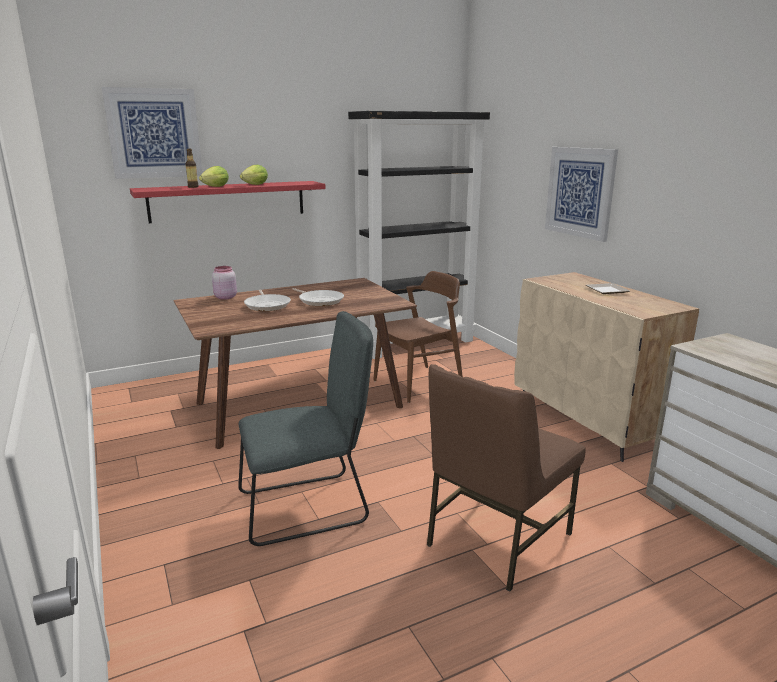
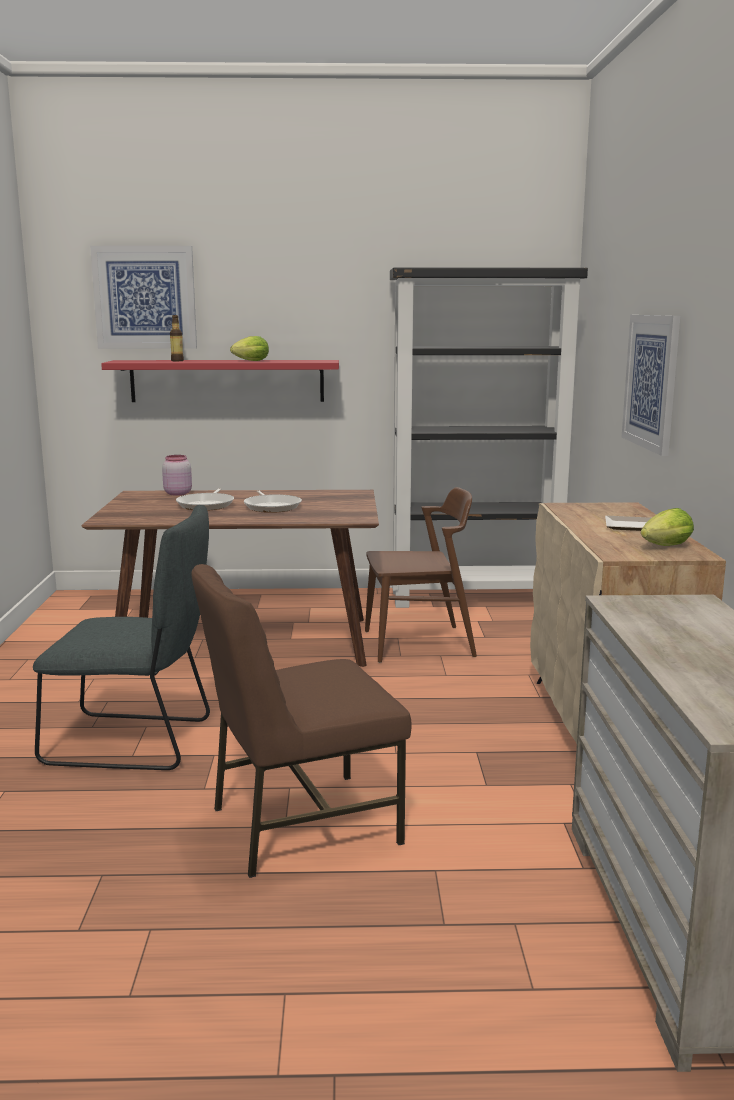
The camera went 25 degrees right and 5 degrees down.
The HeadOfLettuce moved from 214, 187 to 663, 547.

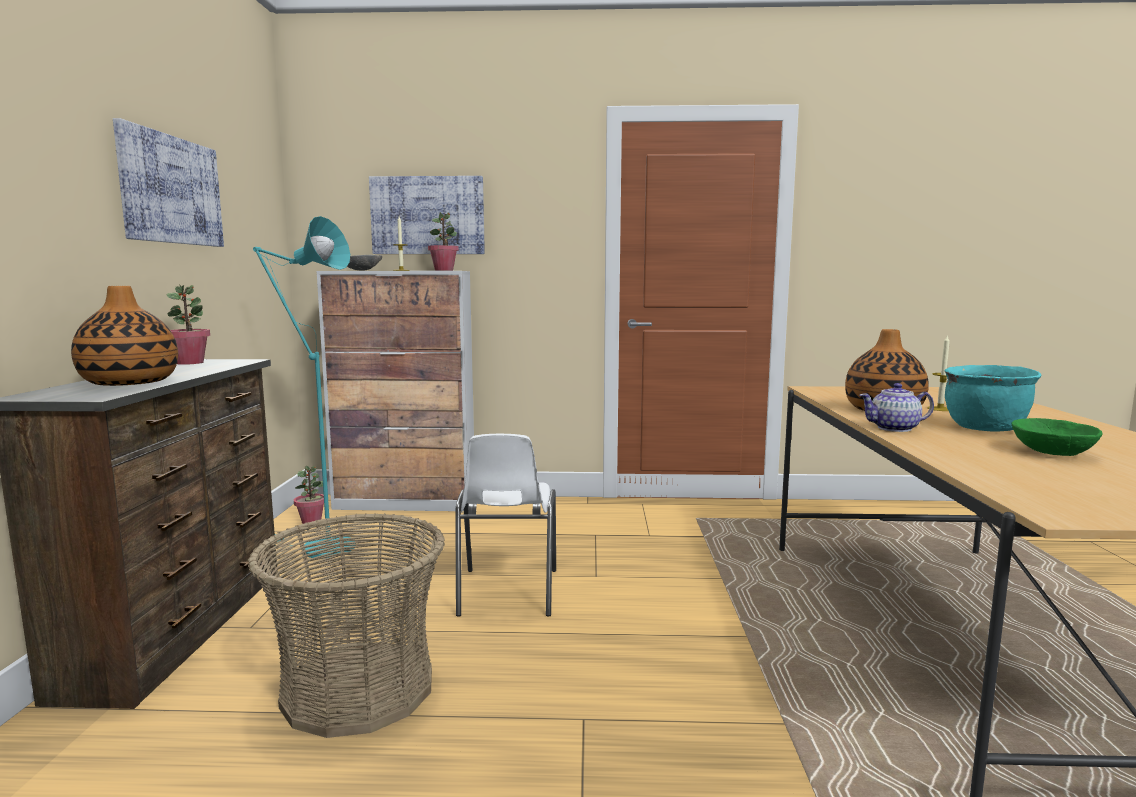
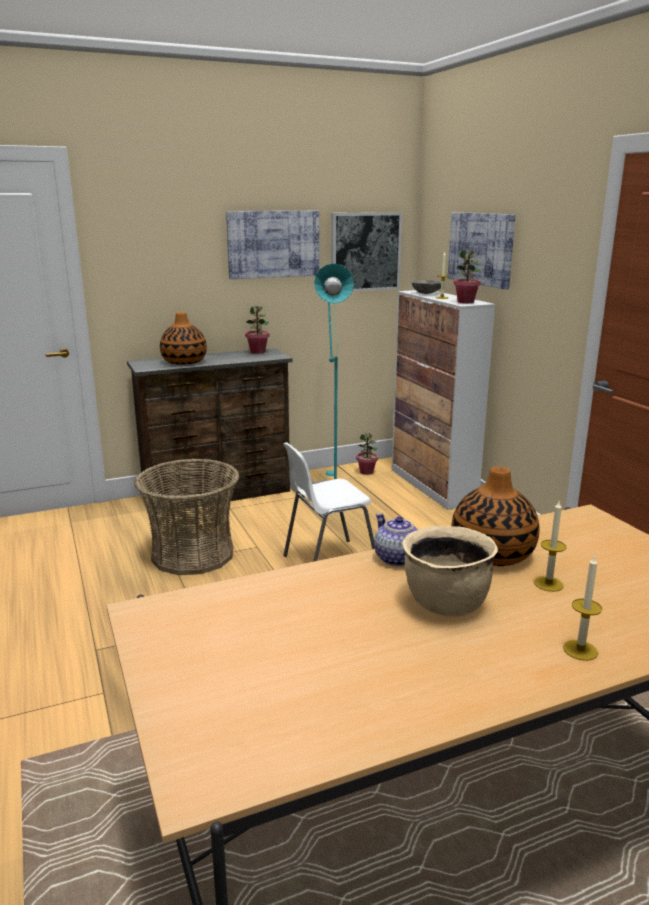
The camera went 65 degrees right and 10 degrees up.
The GreenishServingBowl at 1051, 452 disappeared.
The WallArt at 365, 252 appeared.
The Candle at 580, 650 appeared.
The TurquoiseStockpot at 985, 429 became the BeigeColouredStockpot at 445, 604.

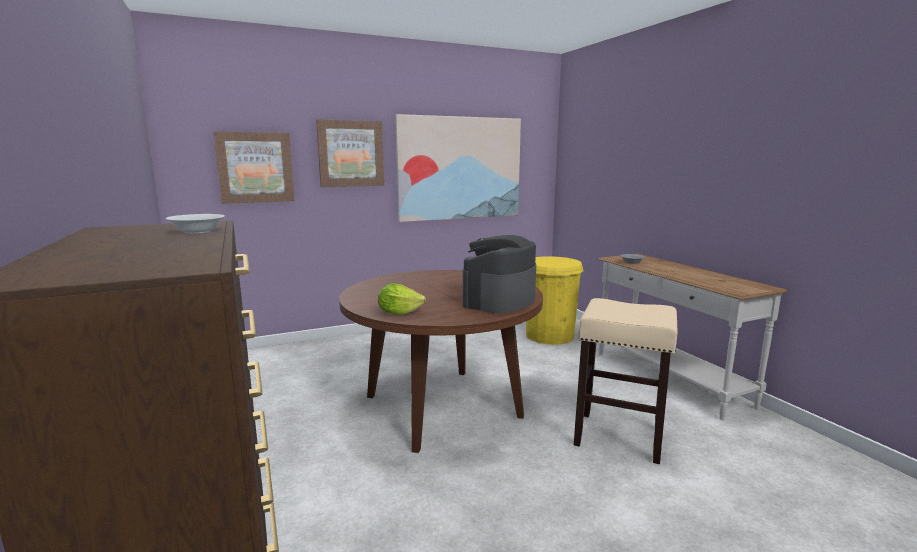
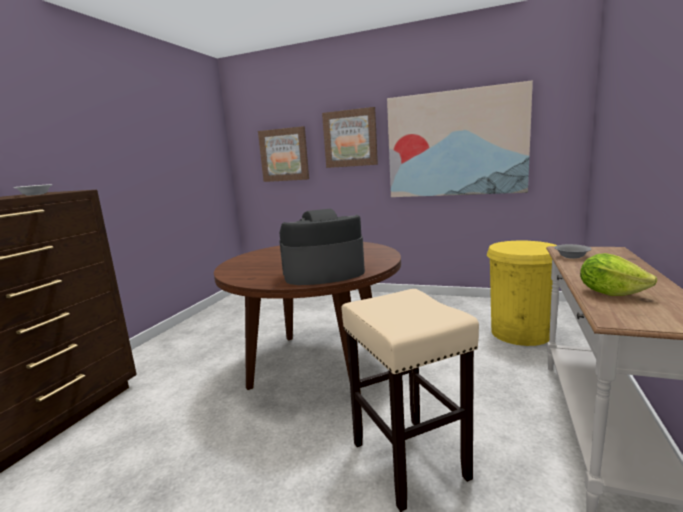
The camera went 45 degrees right and 0 degrees up.
The HeadOfLettuce moved from 399, 313 to 610, 293.

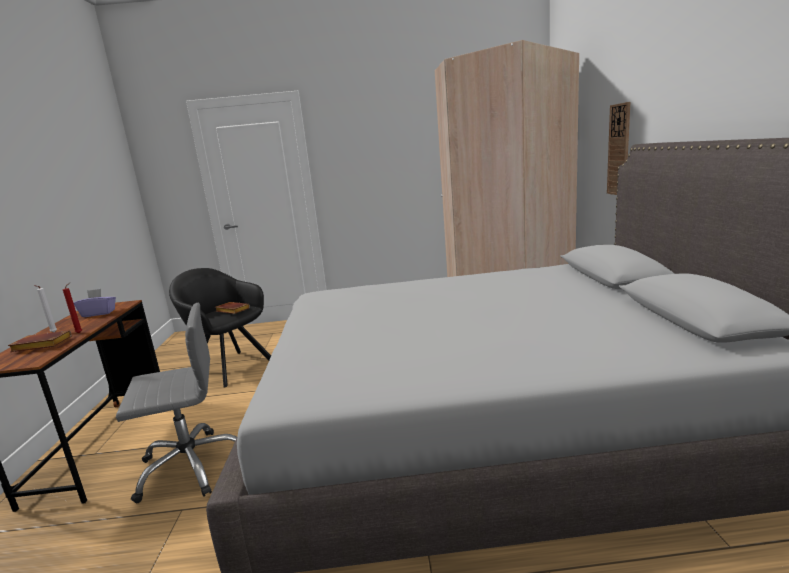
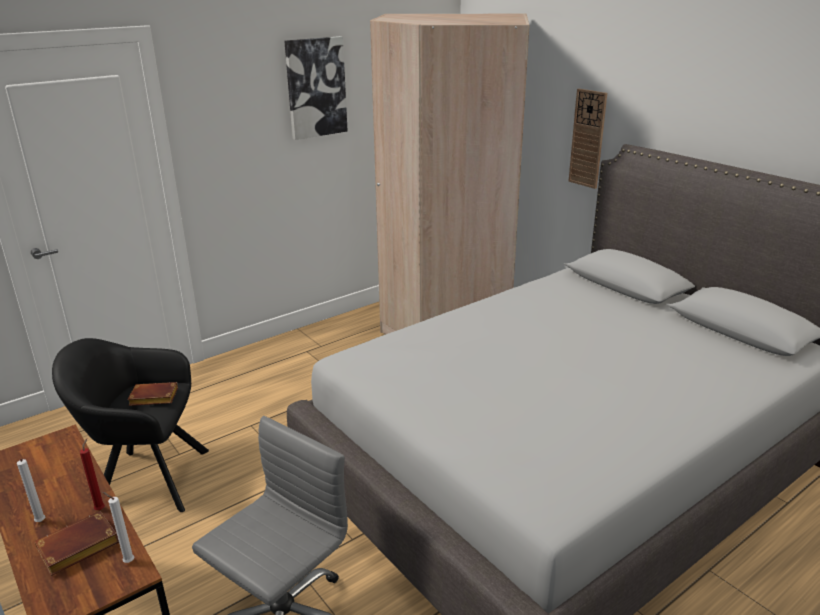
The camera went 35 degrees left and 10 degrees up.
The PurplishTissueBox at 99, 313 disappeared.
The WhiteColouredCandle at 127, 561 appeared.
The WallArt at 315, 87 appeared.

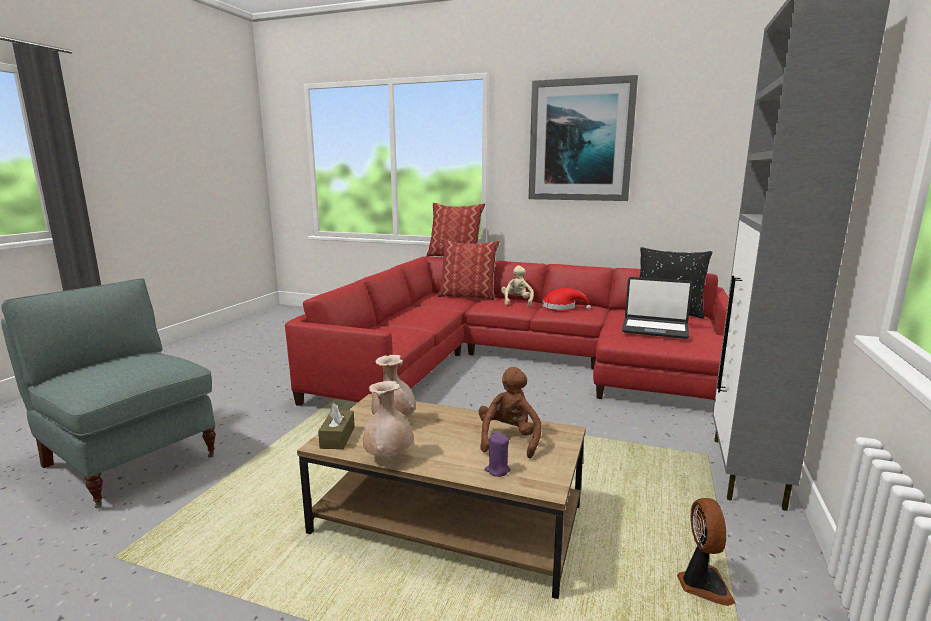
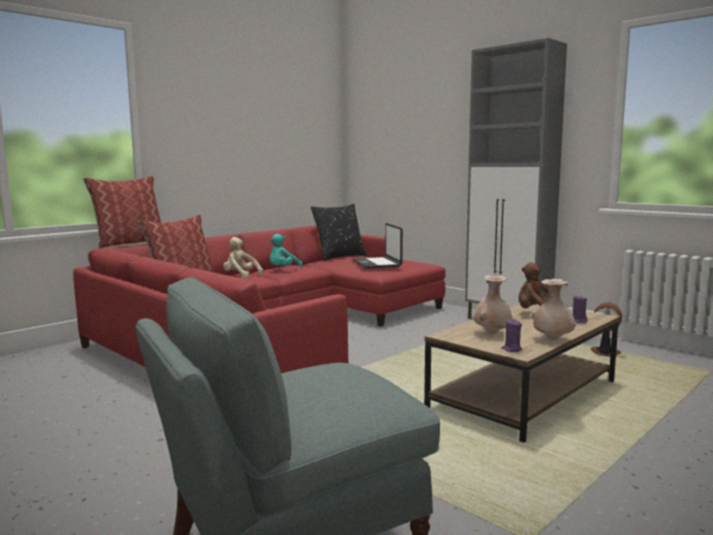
The camera went 65 degrees left and 5 degrees down.
The WallArt at 581, 141 disappeared.
The BrownishTissueBox at 337, 437 was replaced by the PurplishCandle at 511, 349.
The ReddishClothingHat at 562, 307 was replaced by the TurquoiseCuddlyToy at 283, 269.
The PortableComputer at 655, 329 turned 120 degrees clockwise.

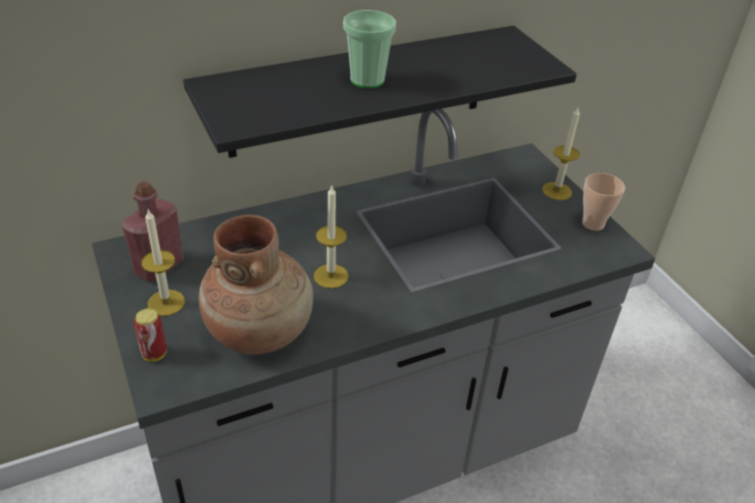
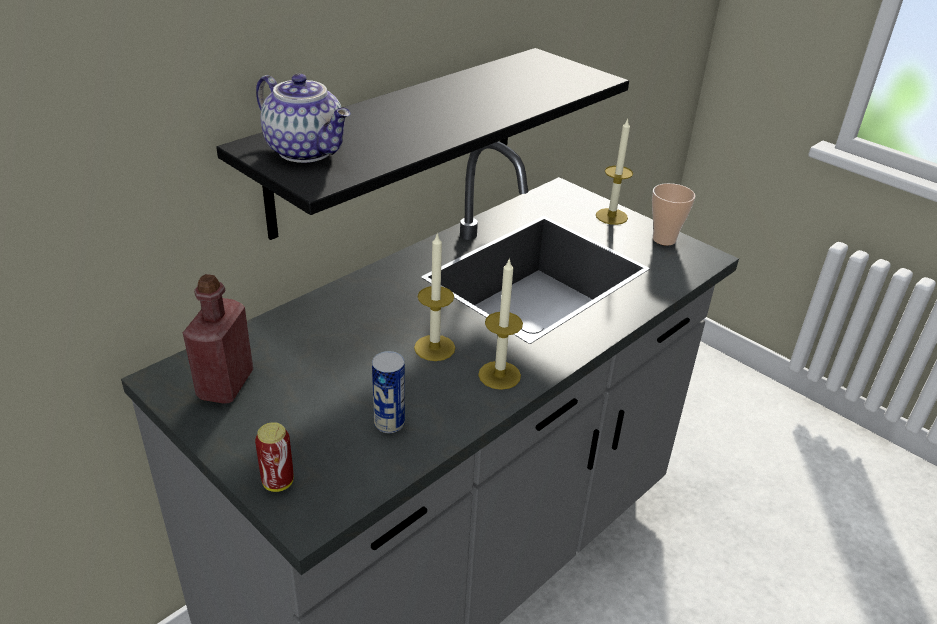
The camera went 20 degrees left and 5 degrees down.
The SmallCup at 367, 80 disappeared.
The PotForTea at 307, 151 appeared.
The Candle moved from 166, 302 to 499, 375.
The BrownishFlowerVase at 260, 330 was replaced by the SealedCan at 389, 423.

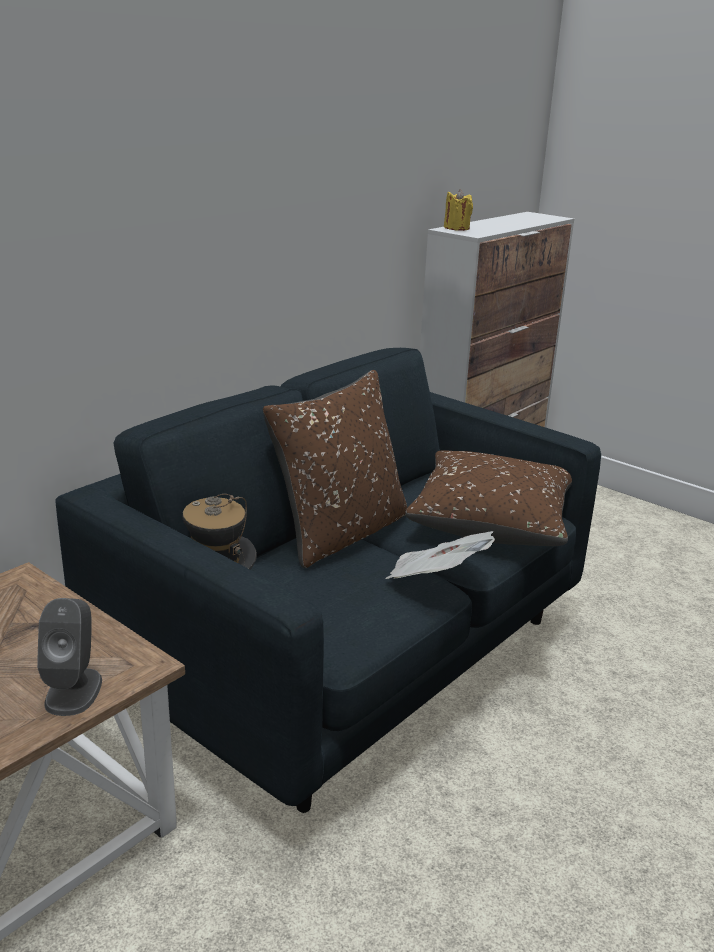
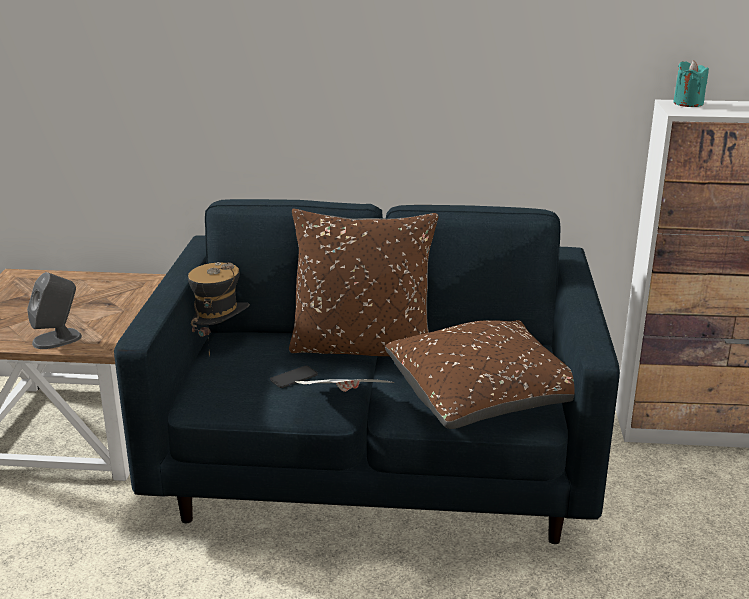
The camera went 55 degrees right and 0 degrees up.
The Telephone at 294, 377 appeared.
The YellowColouredCandle at 456, 228 became the TurquoiseCandle at 688, 103.

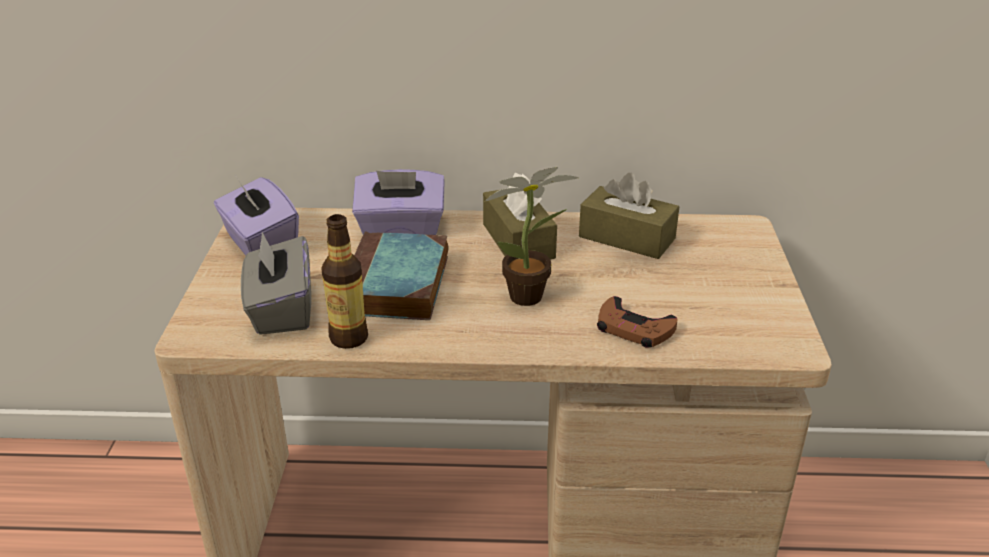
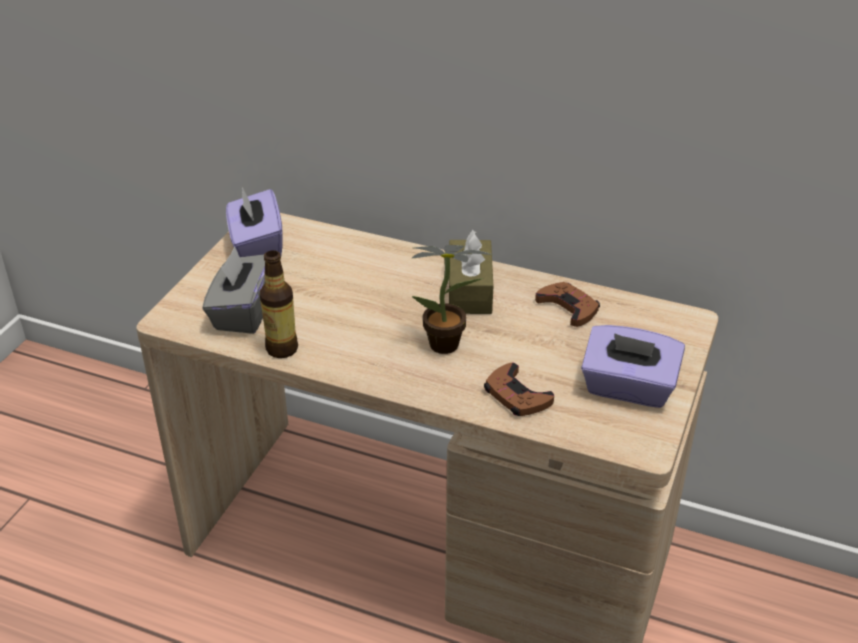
The camera went 20 degrees right and 5 degrees up.
The BoundBook at 397, 286 disappeared.
The PurplishTissueBox moved from 401, 229 to 628, 388.
The BrownishTissueBox at 627, 238 was replaced by the BrownishGamepad at 568, 307.

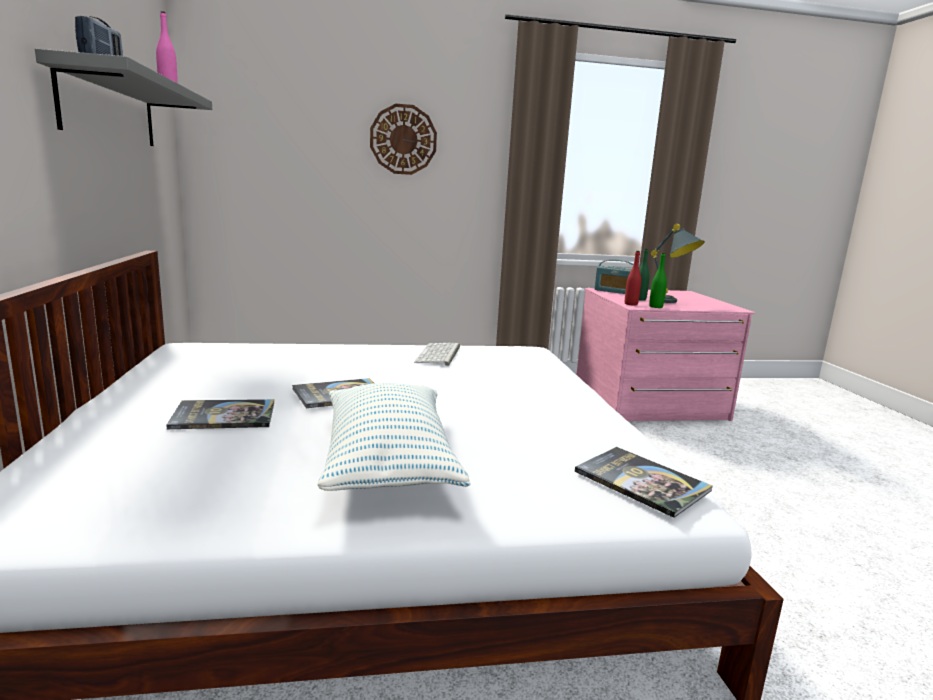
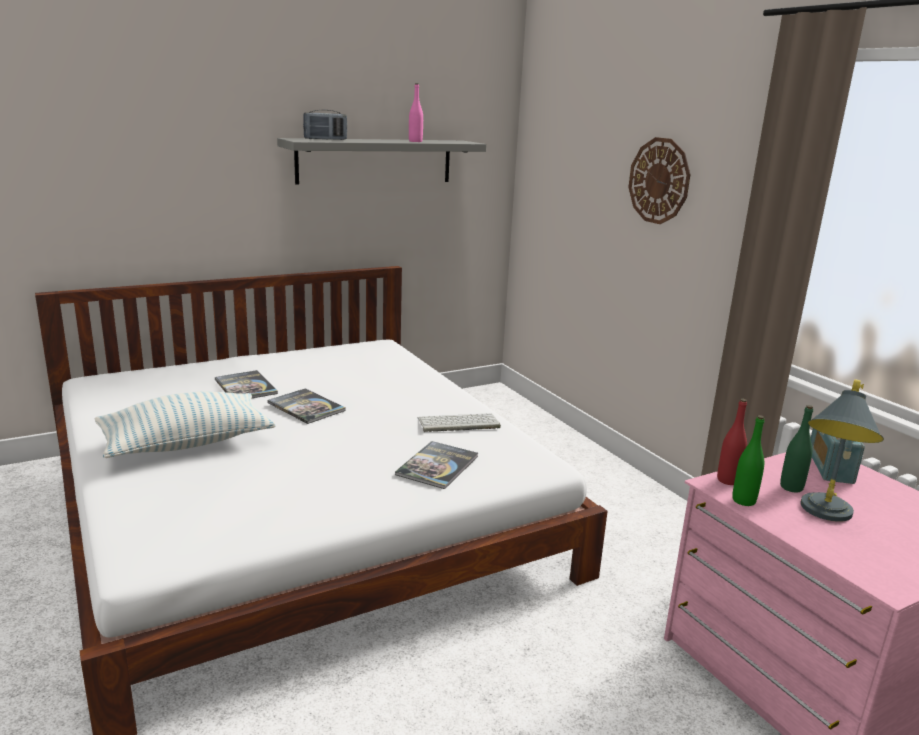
The camera went 70 degrees right and 5 degrees up.
The BoundBook moved from 641, 481 to 437, 466.

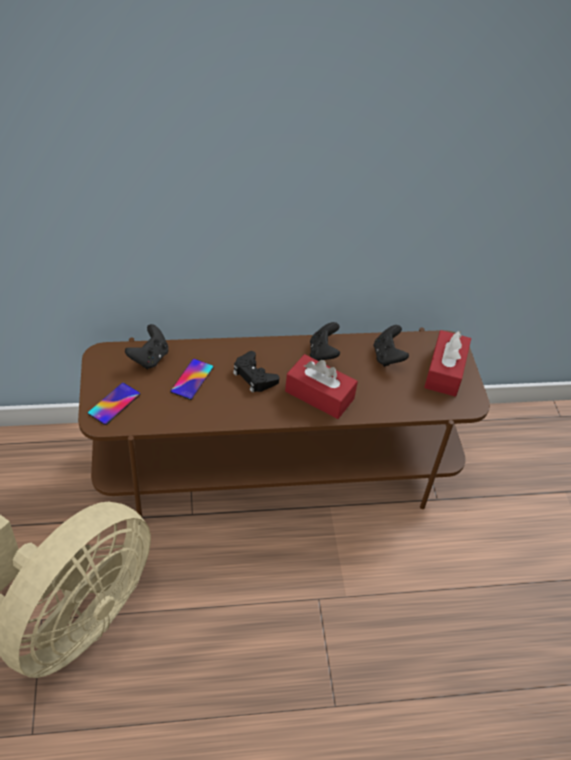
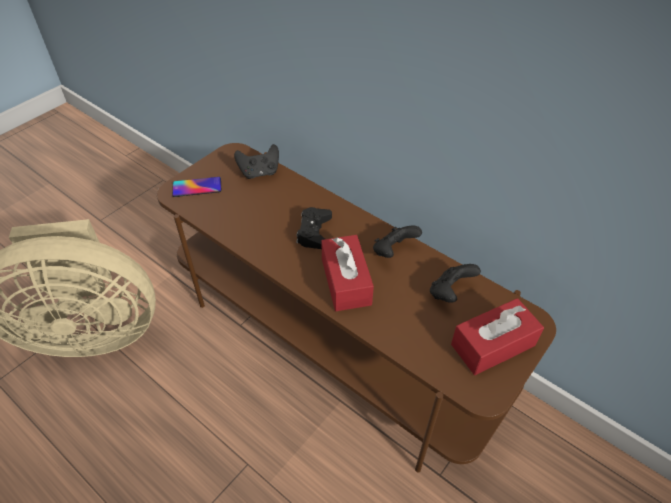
The camera went 50 degrees right and 0 degrees up.
The Telephone at 192, 379 disappeared.

